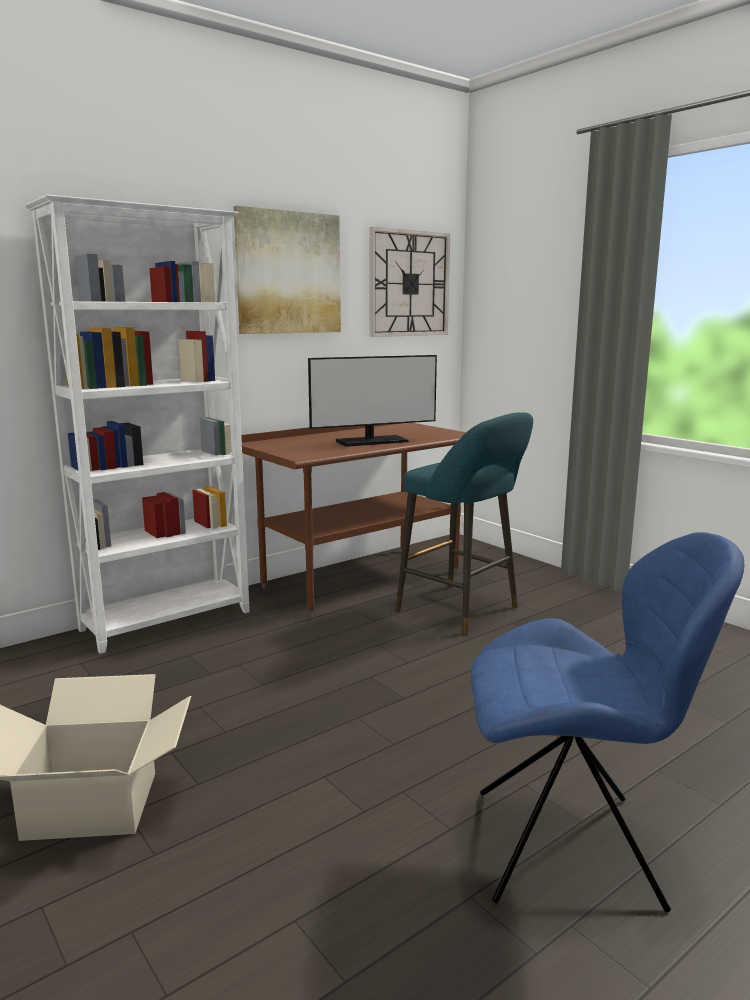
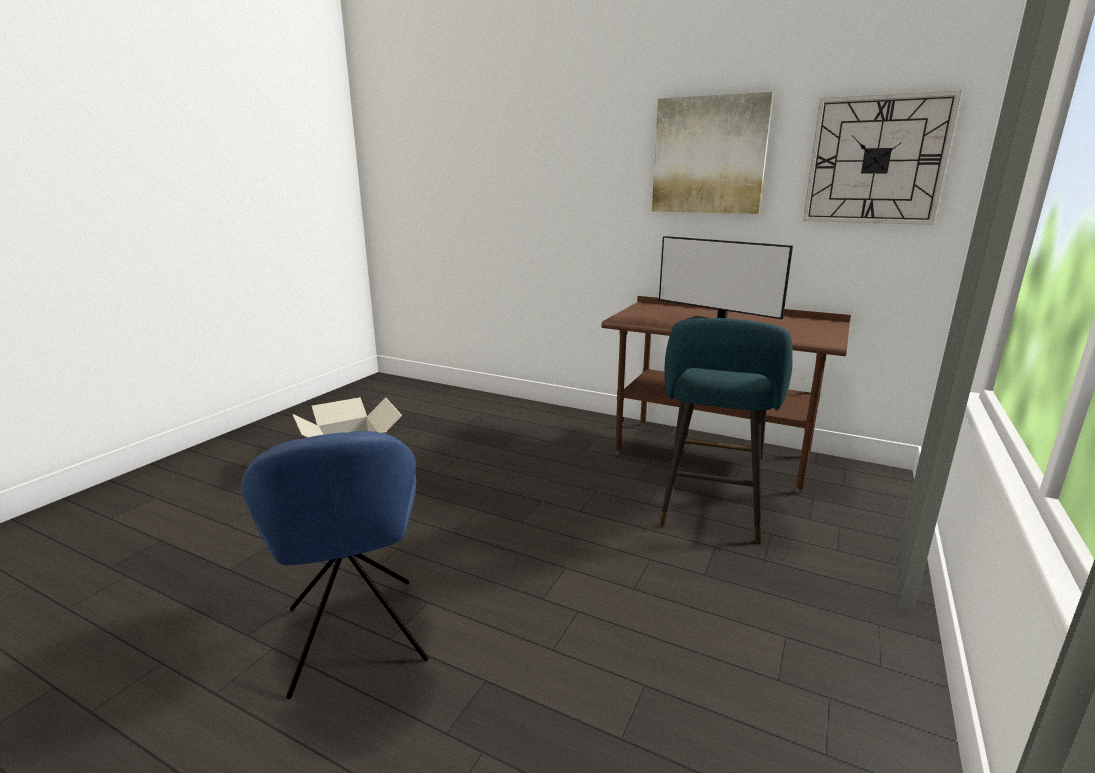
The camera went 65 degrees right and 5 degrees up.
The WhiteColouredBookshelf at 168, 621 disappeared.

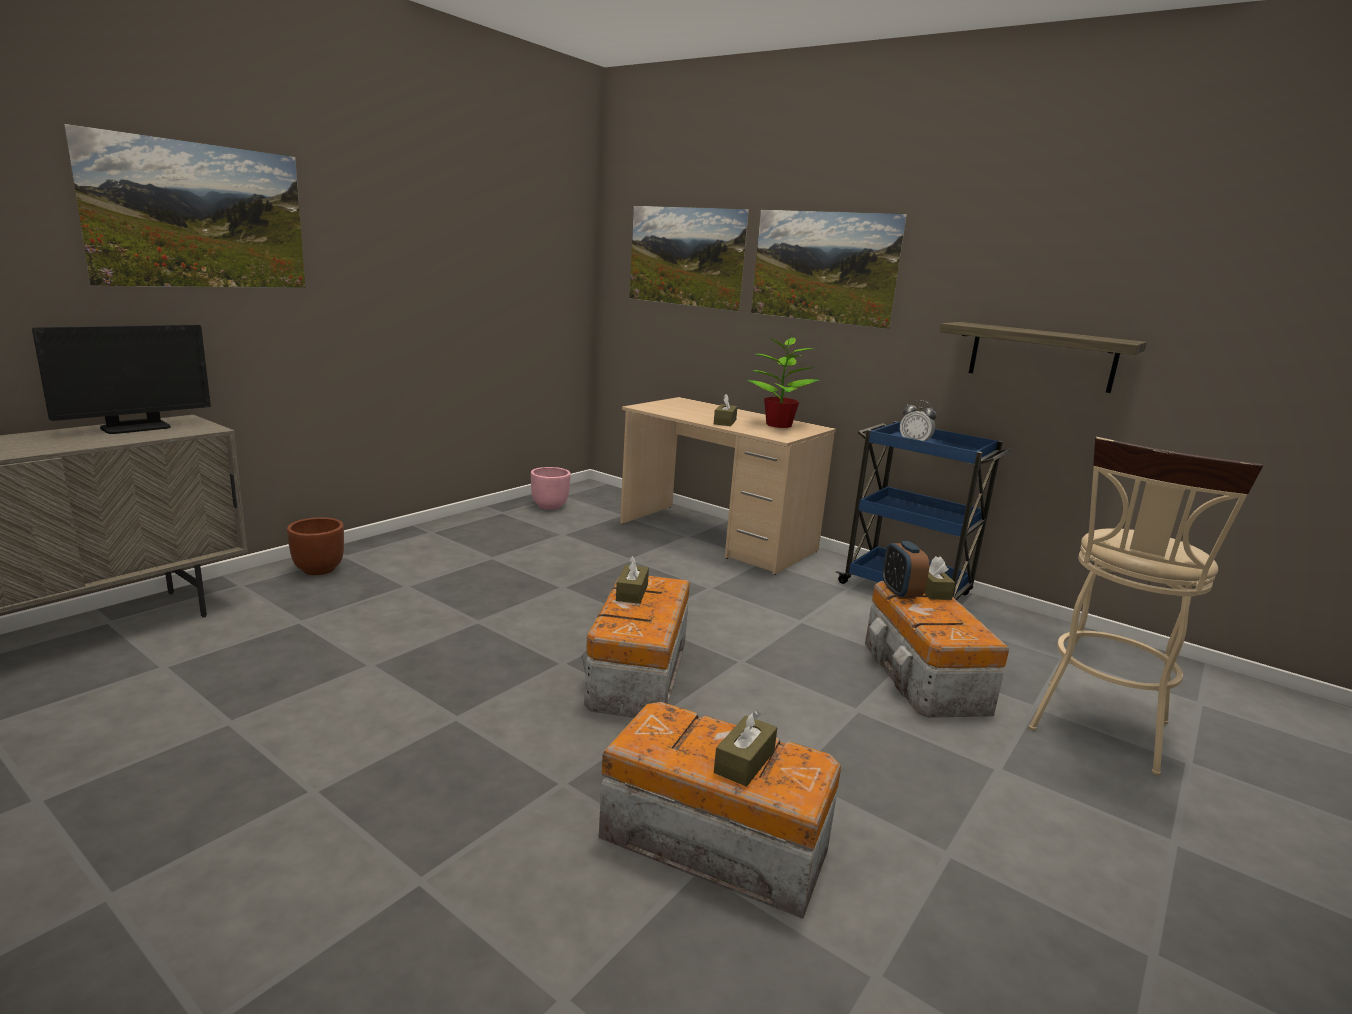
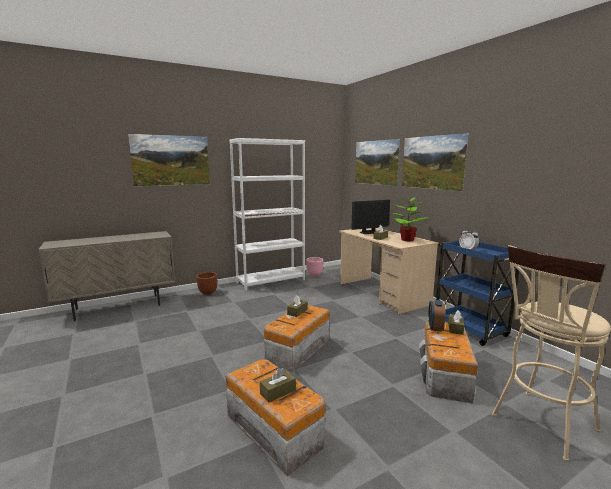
The camera went 25 degrees right and 5 degrees down.
The WallShelf at 1041, 357 disappeared.
The WhiteColouredBookshelf at 271, 281 appeared.
The Monitor moved from 136, 427 to 369, 232.

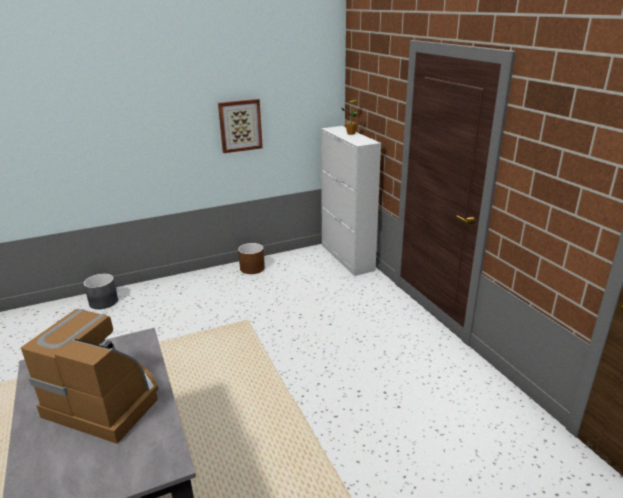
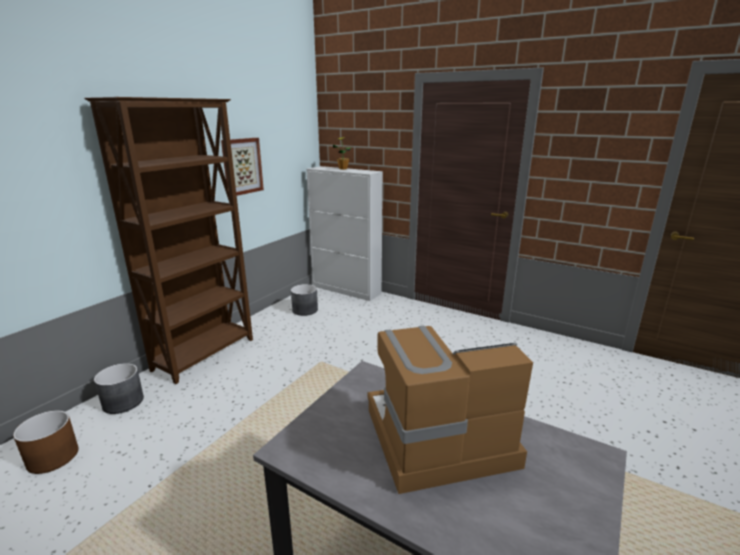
The camera went 35 degrees left and 5 degrees down.
The BrownishBookshelf at 206, 354 appeared.
The GreyishPlanter at 305, 310 appeared.
The BrownishPlanter moved from 252, 268 to 53, 457.

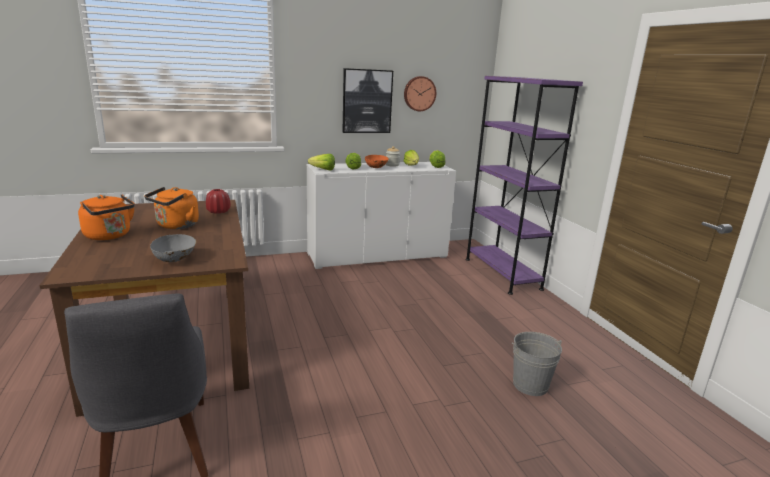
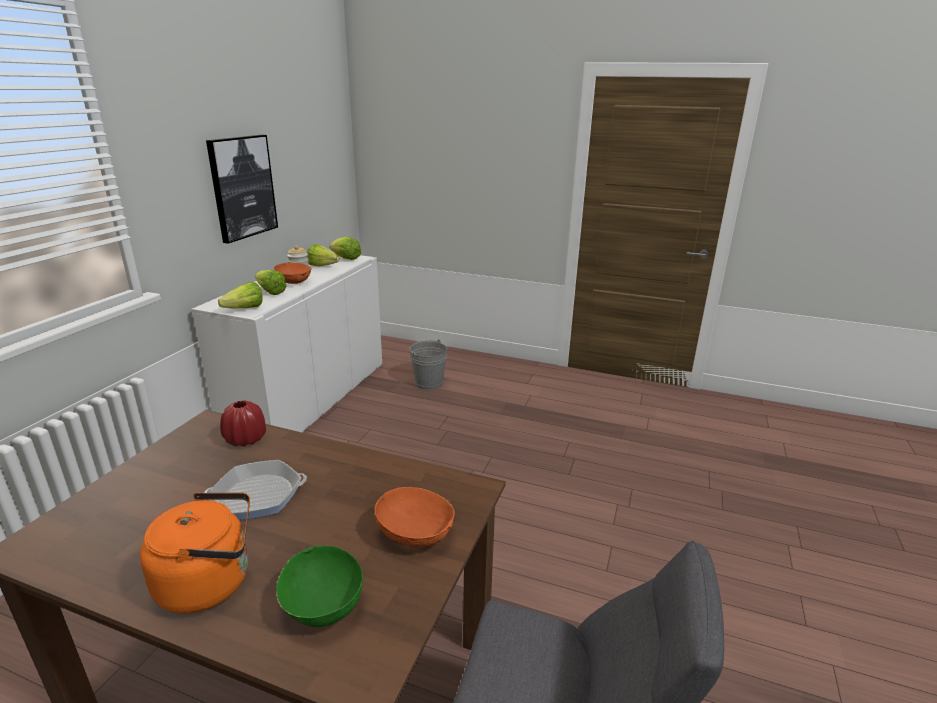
The camera went 50 degrees left and 5 degrees up.
The HangingClock at 419, 93 disappeared.
The PurplishBookshelf at 502, 273 disappeared.
The GreenishServingBowl at 322, 605 appeared.
The GreyishBucket moved from 530, 385 to 429, 383.
The OrangeTeaKettle at 176, 226 was replaced by the Skillet at 258, 495.
The GreyishServingBowl at 175, 259 became the OrangeServingBowl at 415, 534.

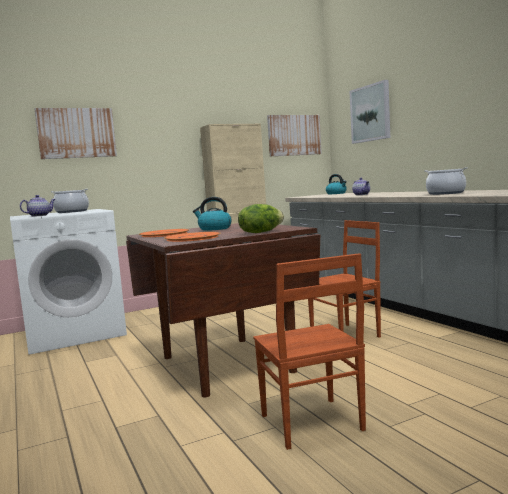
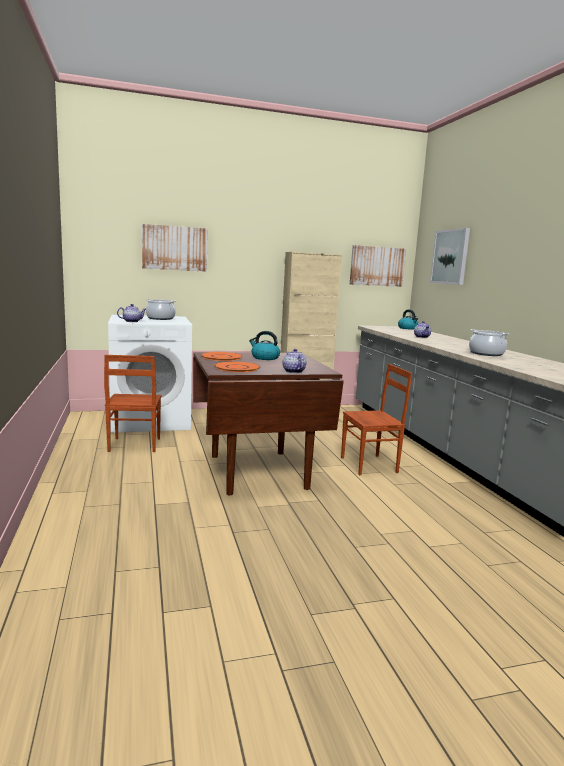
The camera went 10 degrees right and 5 degrees up.
The BrownishChair moved from 310, 424 to 133, 445.
The HeadOfLettuce at 260, 232 was replaced by the PotForTea at 293, 371.

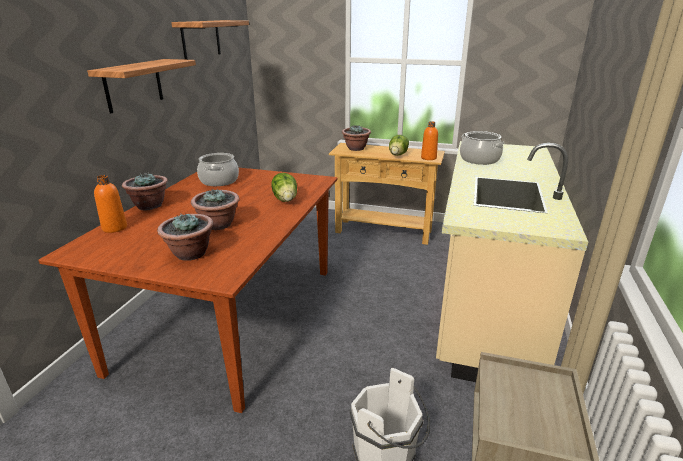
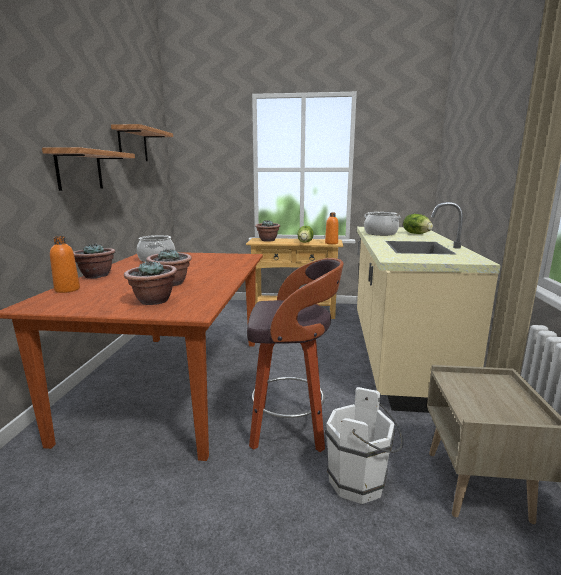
The camera went 10 degrees left and 10 degrees down.
The SittingStool at 291, 428 appeared.
The HeadOfLettuce moved from 286, 199 to 416, 234.

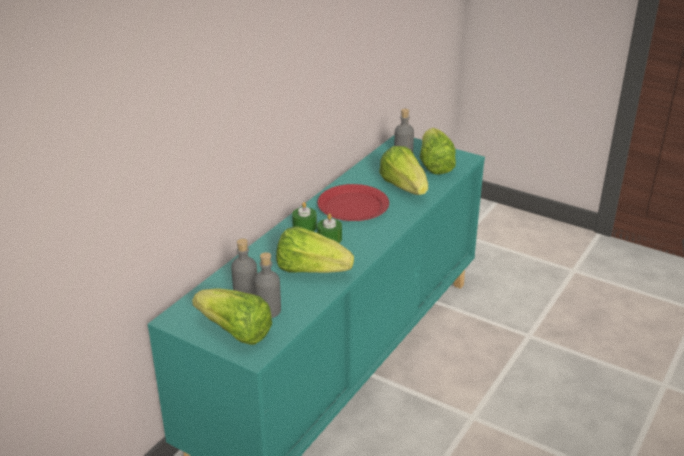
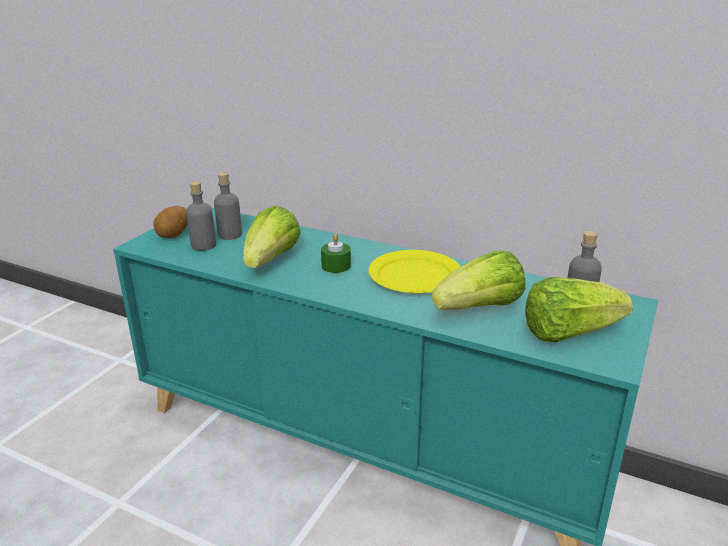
The camera went 85 degrees right and 5 degrees down.
The GreenishCandle at 304, 227 disappeared.
The HeadOfLettuce at 235, 332 was replaced by the Spud at 174, 235.
The ReddishPlate at 353, 206 became the YellowColouredPlate at 415, 276.

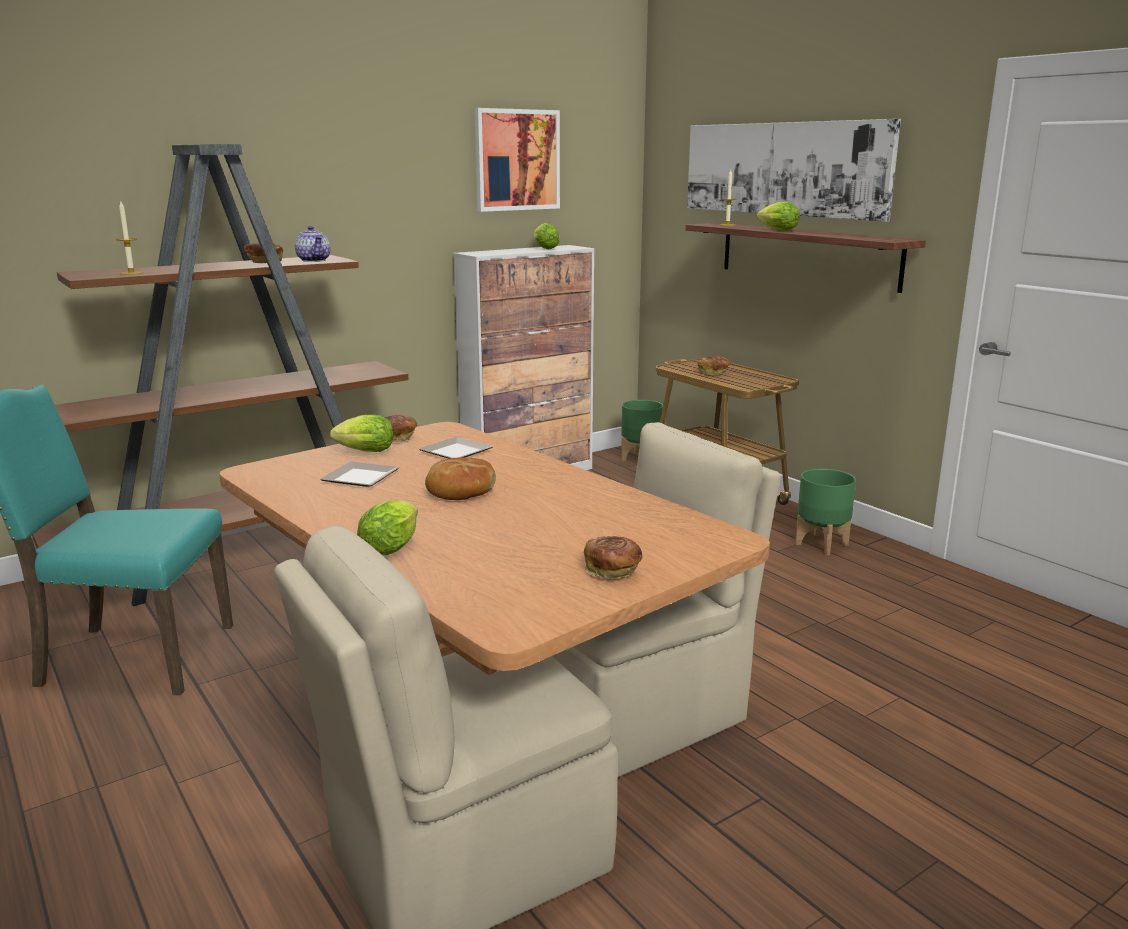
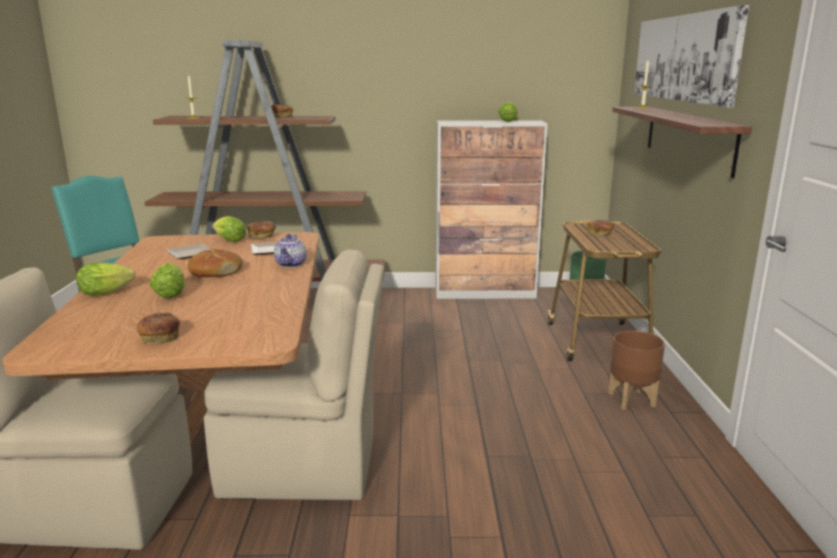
The camera went 35 degrees right and 0 degrees up.
The WallArt at 516, 160 disappeared.
The PotForTea moved from 314, 260 to 291, 264.
The HeadOfLettuce moved from 775, 230 to 171, 293.
The GreenishPlanter at 821, 544 became the BrownishPlanter at 631, 399.

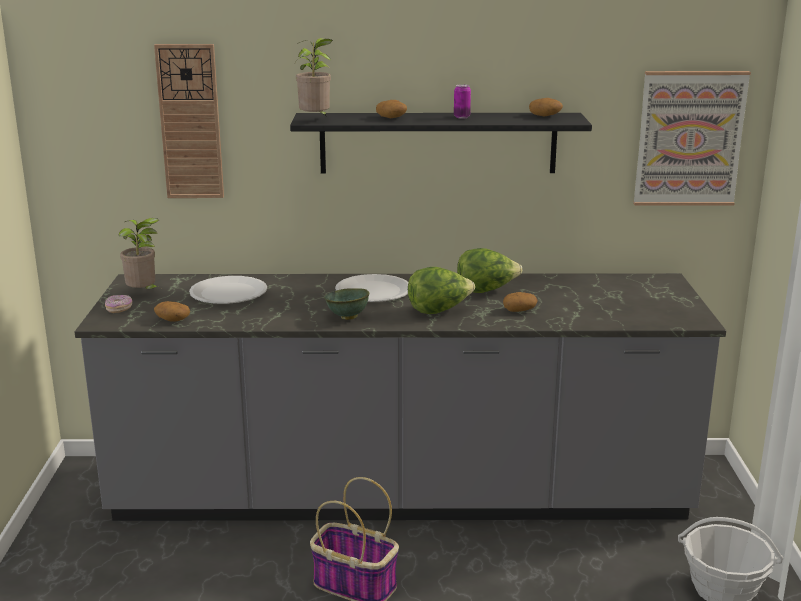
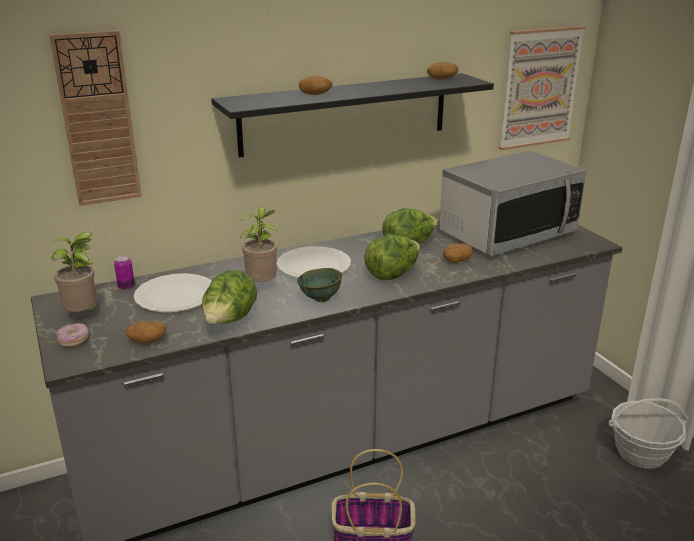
The camera went 25 degrees left and 5 degrees up.
The HeadOfLettuce at 229, 322 appeared.
The Microwave at 507, 233 appeared.
The Houseplant moved from 316, 121 to 262, 285.
The SealedCan moved from 461, 117 to 126, 287.

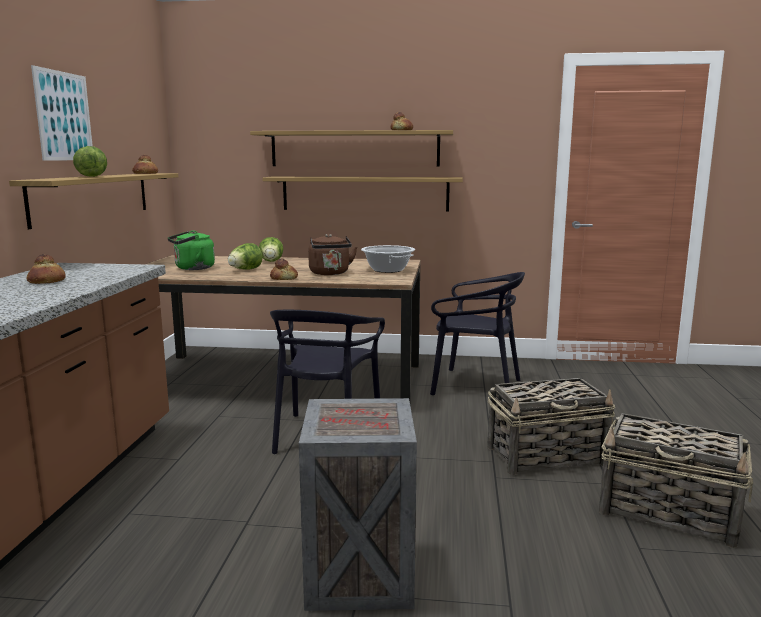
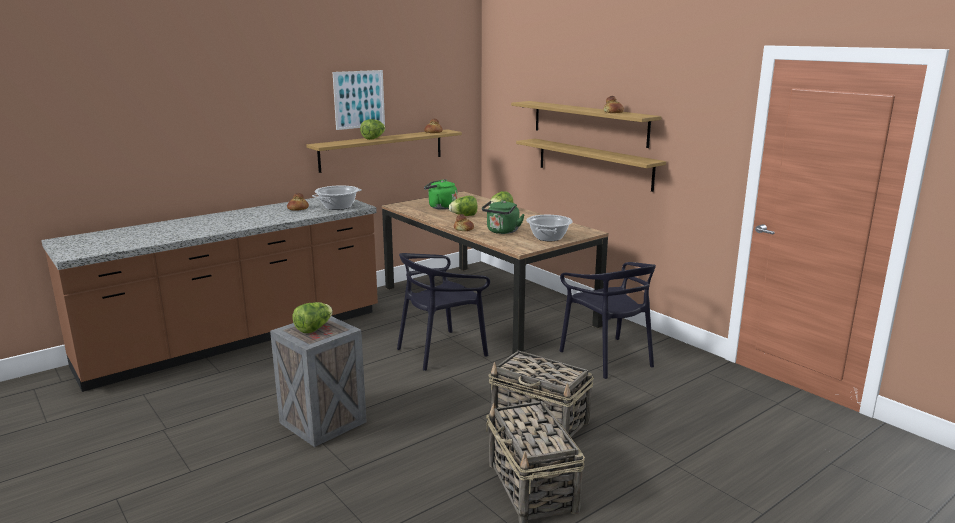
The camera went 45 degrees right and 5 degrees up.
The HeadOfLettuce at 314, 329 appeared.
The Stockpot at 338, 207 appeared.
The BrownishTeaKettle at 330, 273 became the GreenishTeaKettle at 502, 231.

